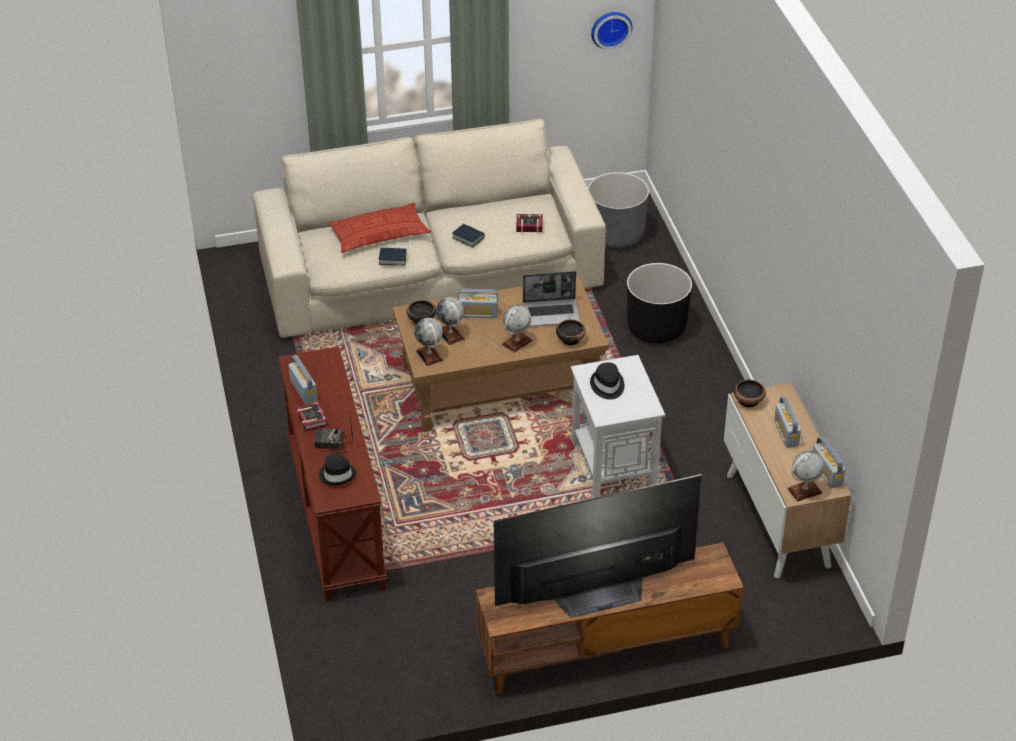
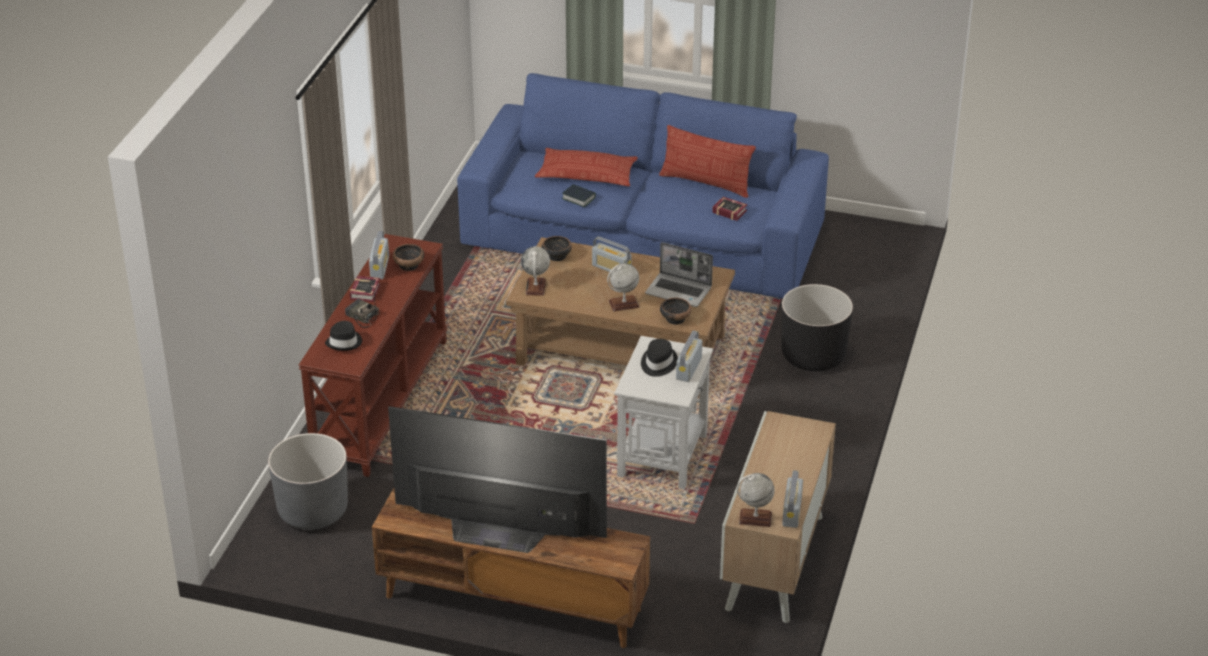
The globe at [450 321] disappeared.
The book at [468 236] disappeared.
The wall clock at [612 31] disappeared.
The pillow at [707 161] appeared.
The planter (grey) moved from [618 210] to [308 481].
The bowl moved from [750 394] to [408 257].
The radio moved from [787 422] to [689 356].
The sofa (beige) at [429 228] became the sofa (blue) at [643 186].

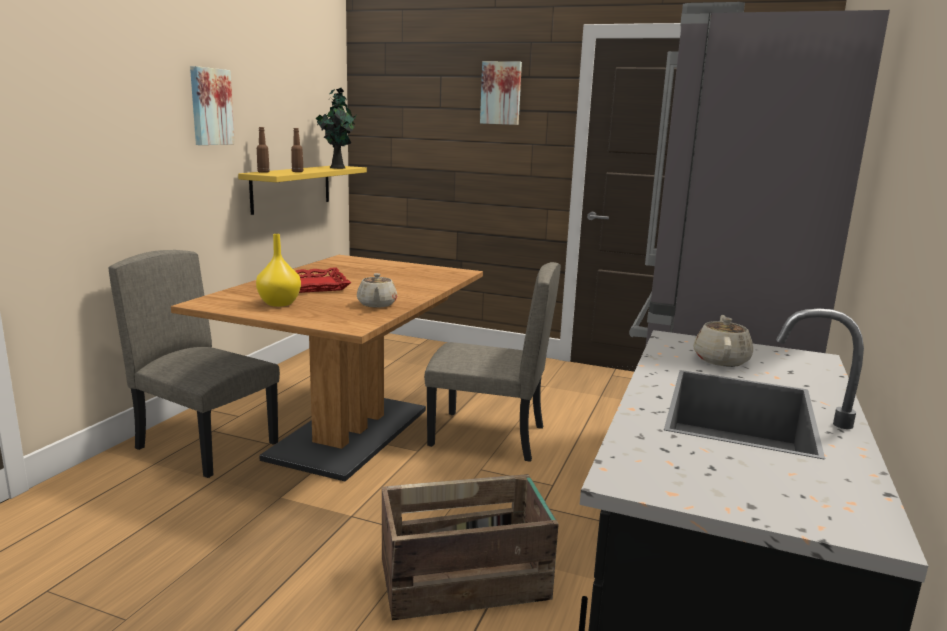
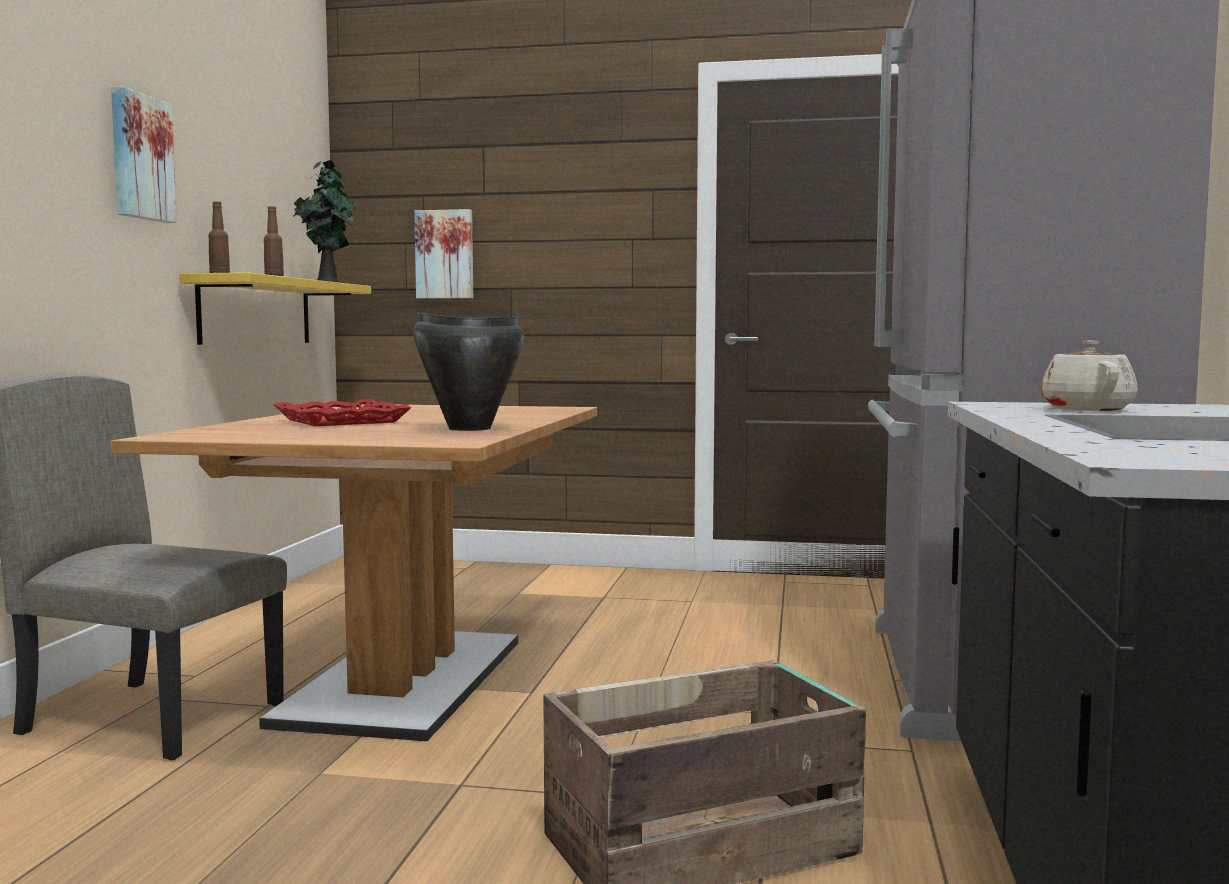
The vase (yellow) at [278 270] disappeared.
The chair (beige) at [492 362] disappeared.
The picture moved from [501 93] to [443 254].
The teapot (beige) at [377 290] was replaced by the cooking pot (black) at [468 371].

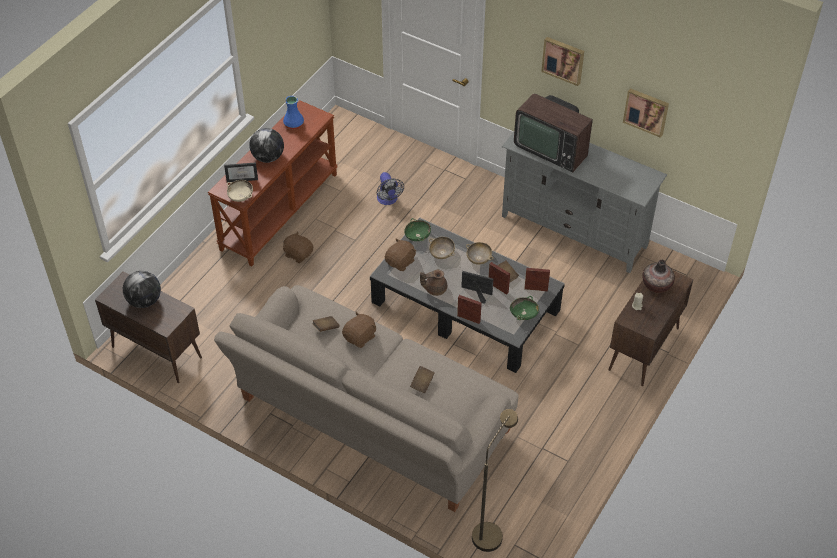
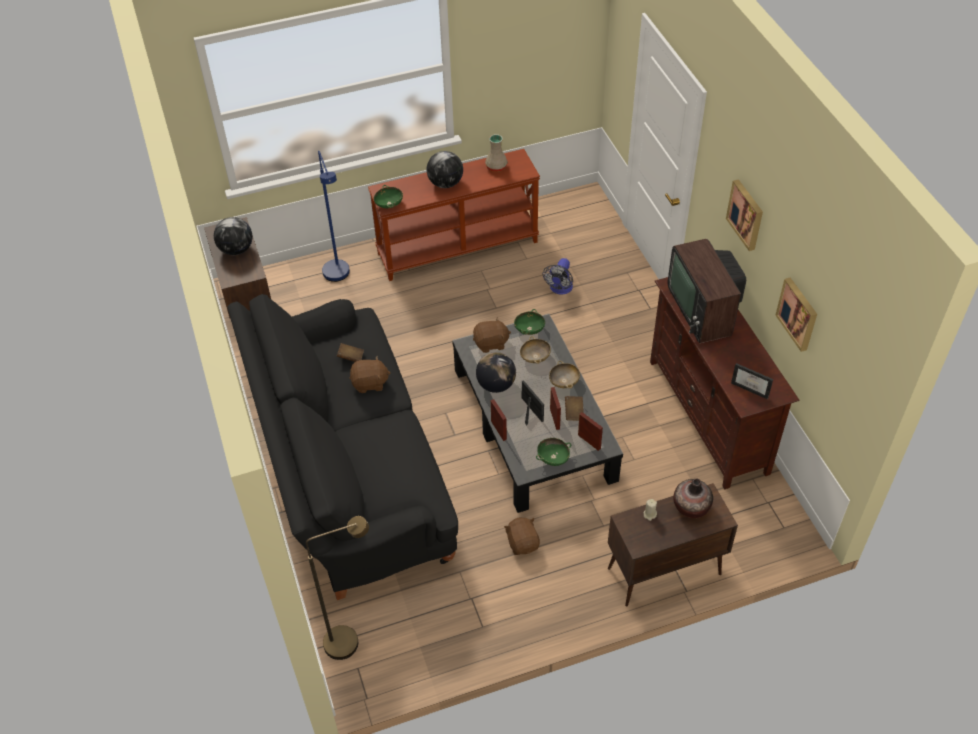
The book (brown) at [422 379] disappeared.
The floor lamp (blue) at [334 216] appeared.
The picture frame moved from [241 172] to [752 381].
The plush toy (brown) moved from [298 247] to [522 536].
The teapot (brown) at [433 282] was replaced by the globe at [496 372].
The sofa (beige) at [366 398] became the sofa (black) at [342 447].
The bowl (beige) at [240 191] became the bowl (green) at [388 196].
The vase (blue) at [293 113] became the vase (beige) at [496 153].
The tv stand (grey) at [584 202] became the tv stand (brown) at [725 383].

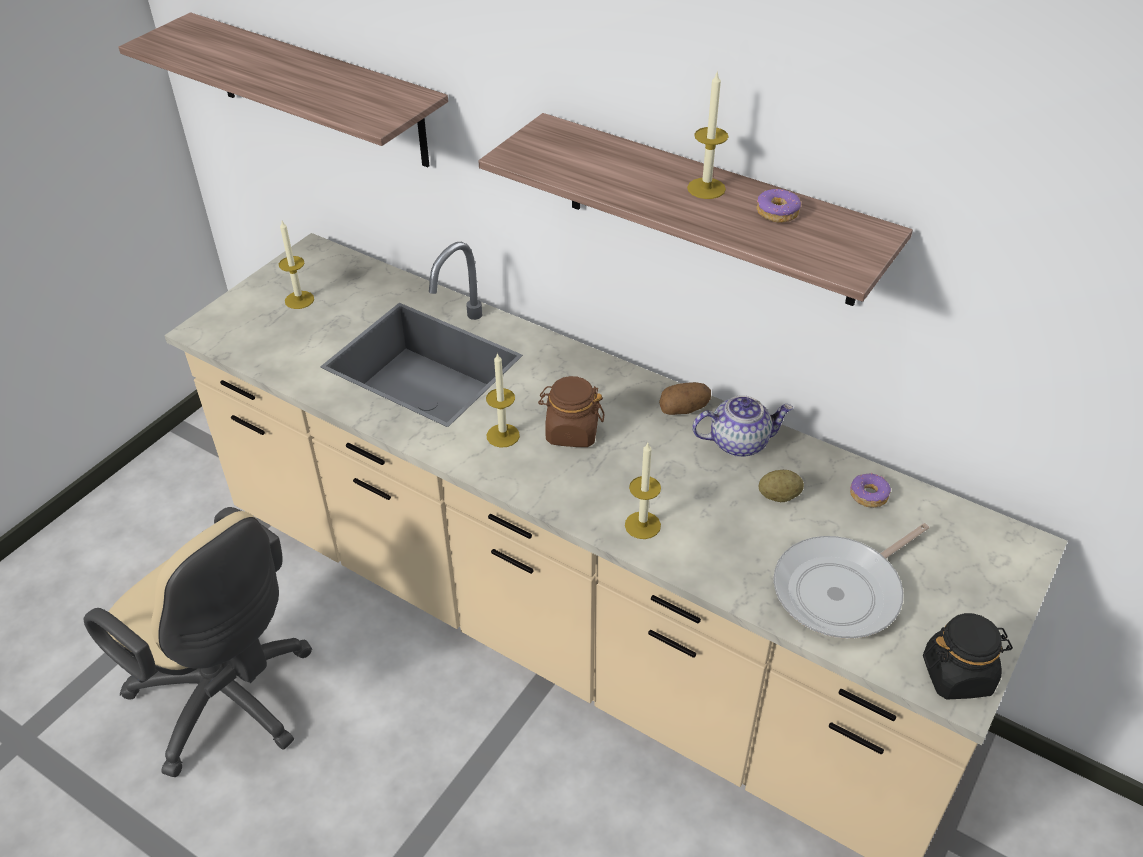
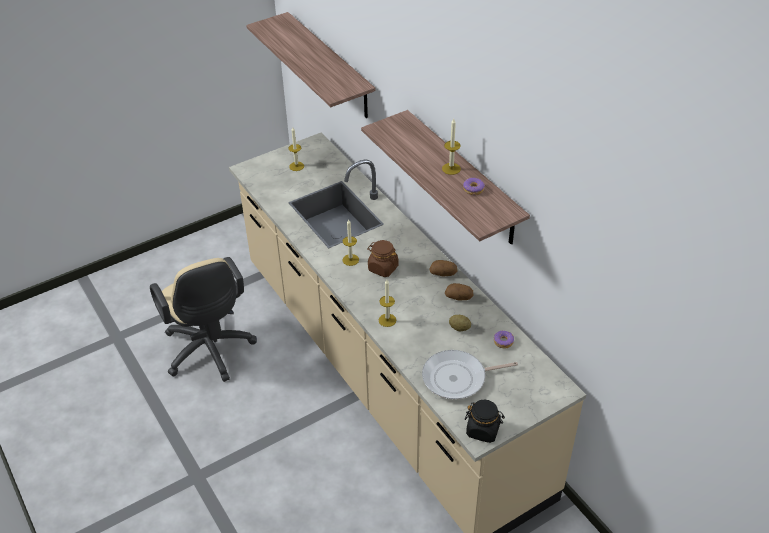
The teapot at [743 426] was replaced by the potato at [459 291].

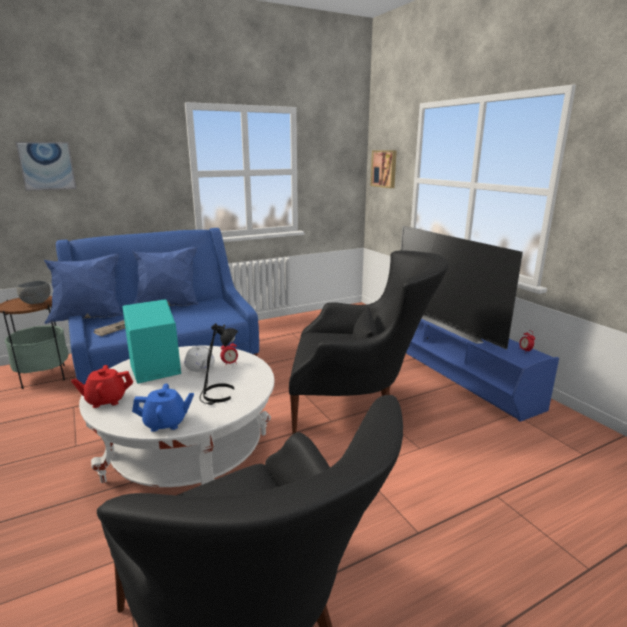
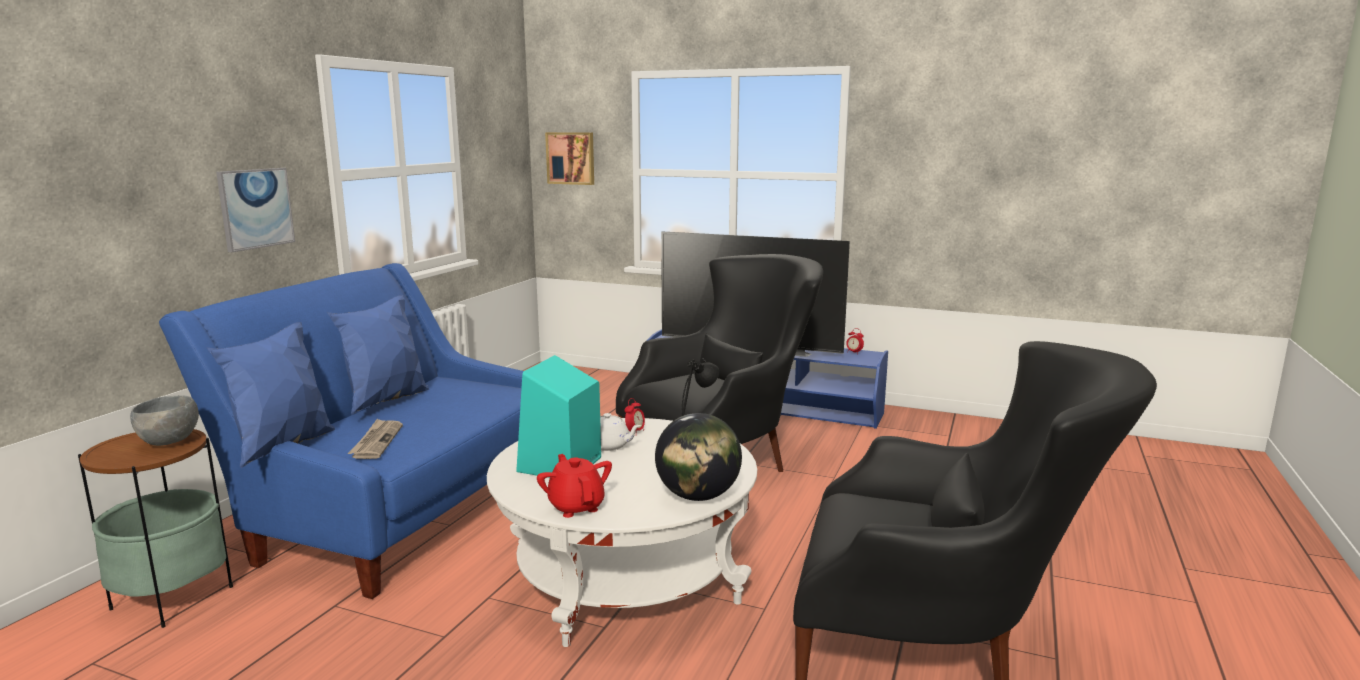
The picture moved from [46 166] to [255 210].
The teapot (blue) at [163 408] was replaced by the globe at [698 457].
The teapot (red) at [102 386] turned 120 degrees clockwise.

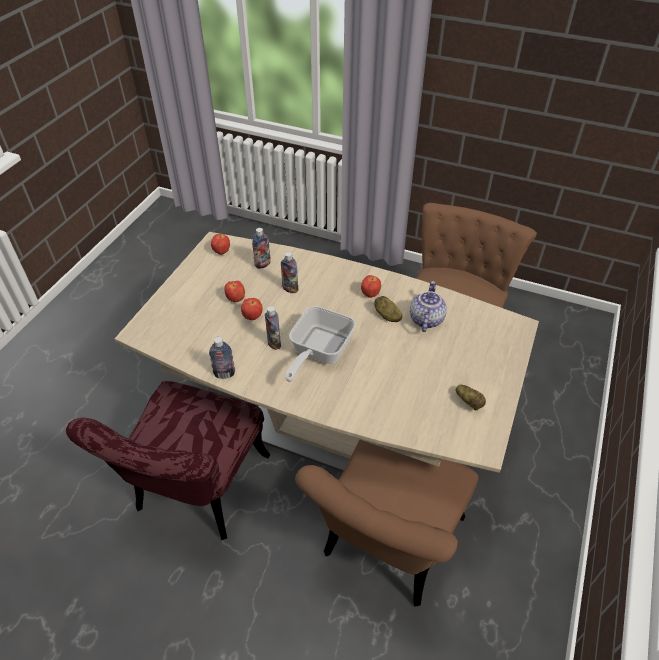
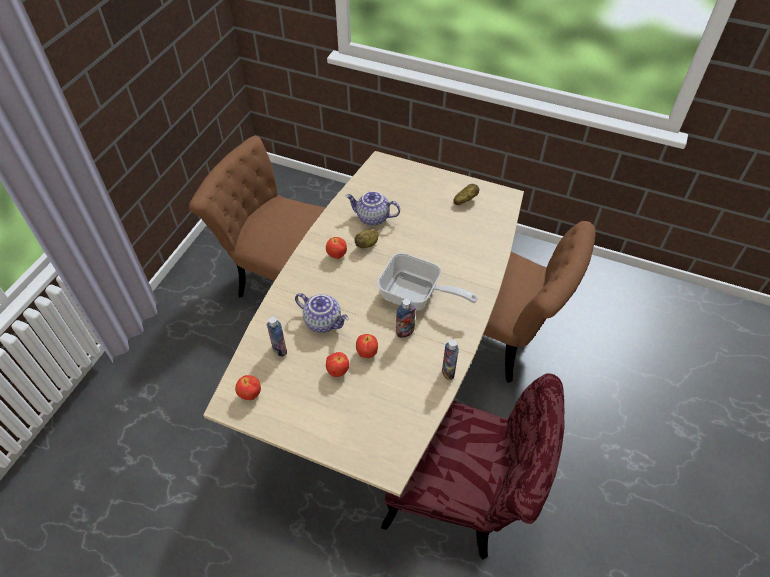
The bottle at [289 272] was replaced by the teapot at [322 313].

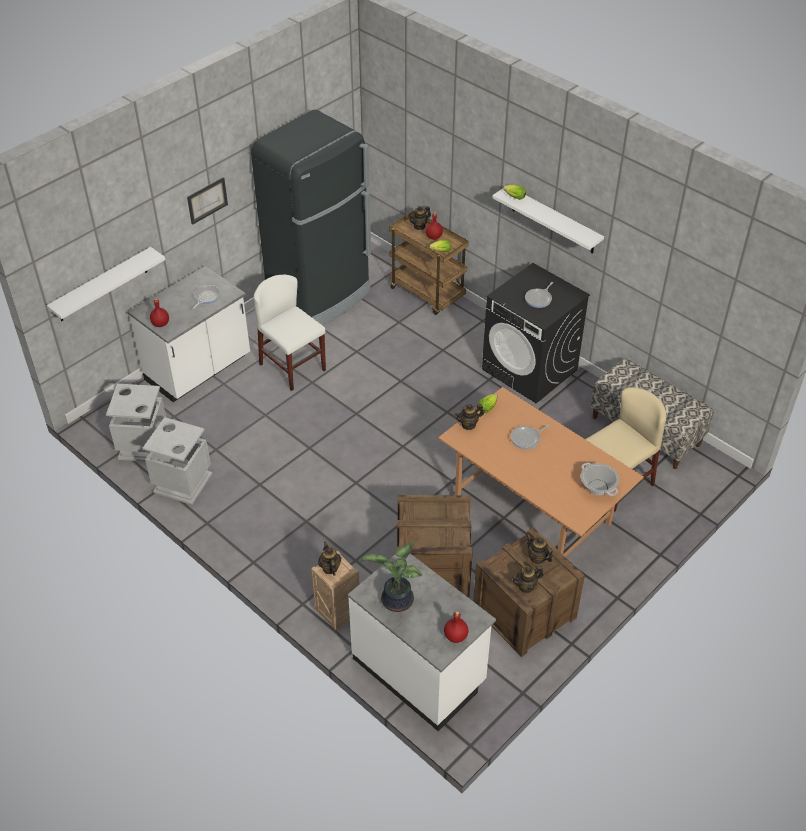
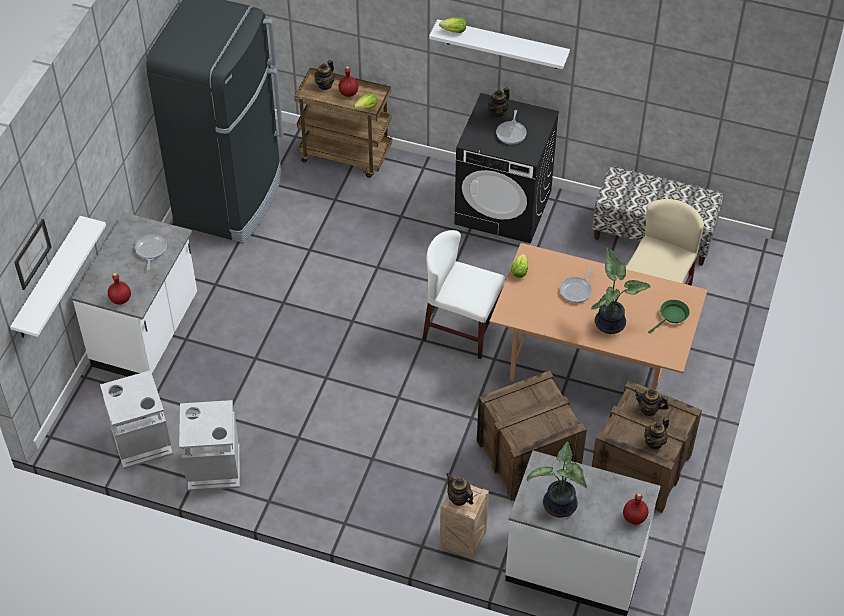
The potted plant at [620 290] appeared.
The picture moved from [207 201] to [32 254].
The chair (white) moved from [290 333] to [463 294].
The teapot moved from [469 417] to [499 102].
The cooking pot at [600 479] was replaced by the frying pan (green) at [669 317].

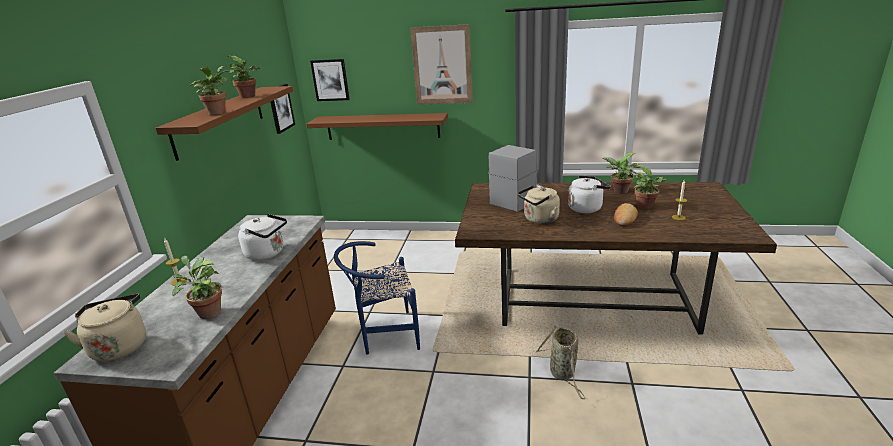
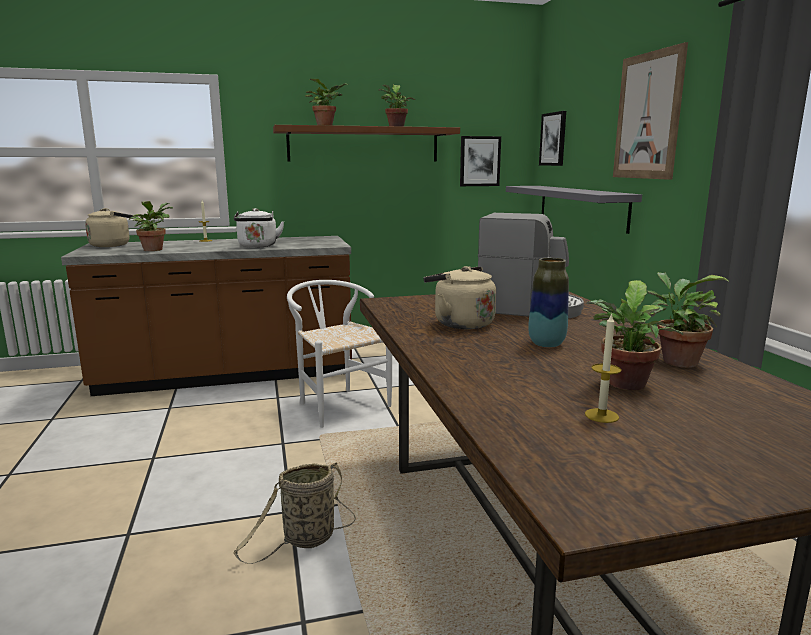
The bread at [626 214] disappeared.
The kettle (white) at [589 194] was replaced by the vase at [548 303].
The shelf (brown) at [377 126] became the shelf (grey) at [574 210].
The chair (blue) at [377 297] became the chair (white) at [339 354].

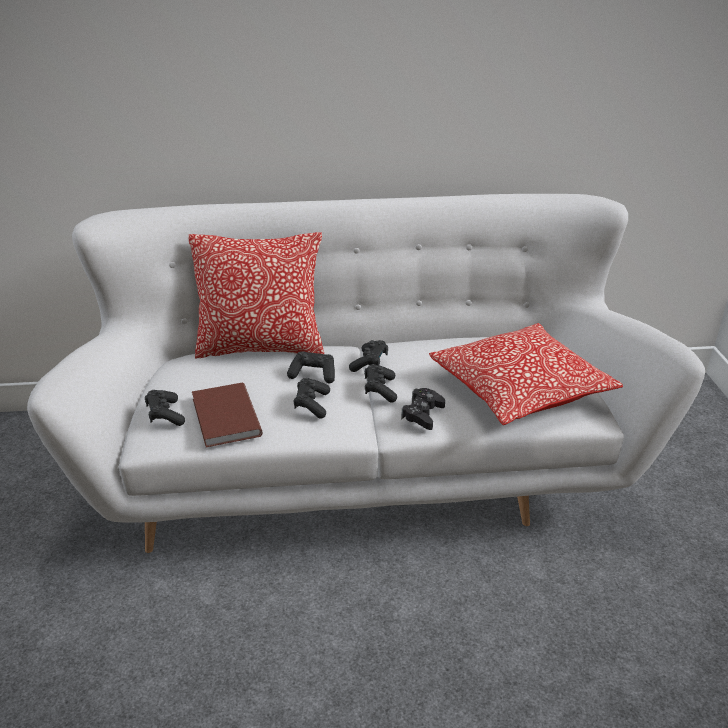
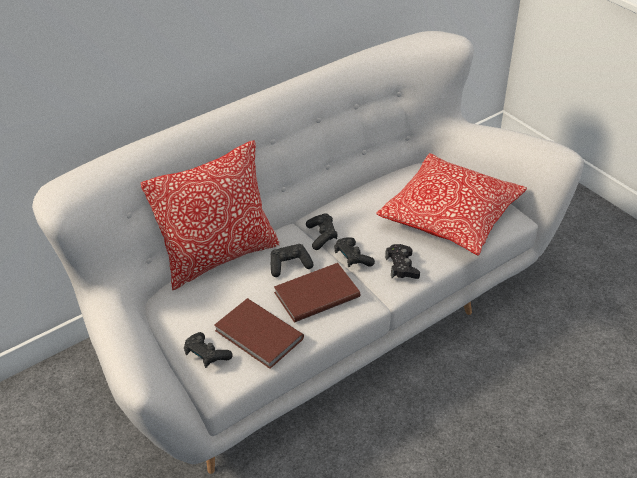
The game controller (black) at [312 398] was replaced by the book (brown) at [317 293].

